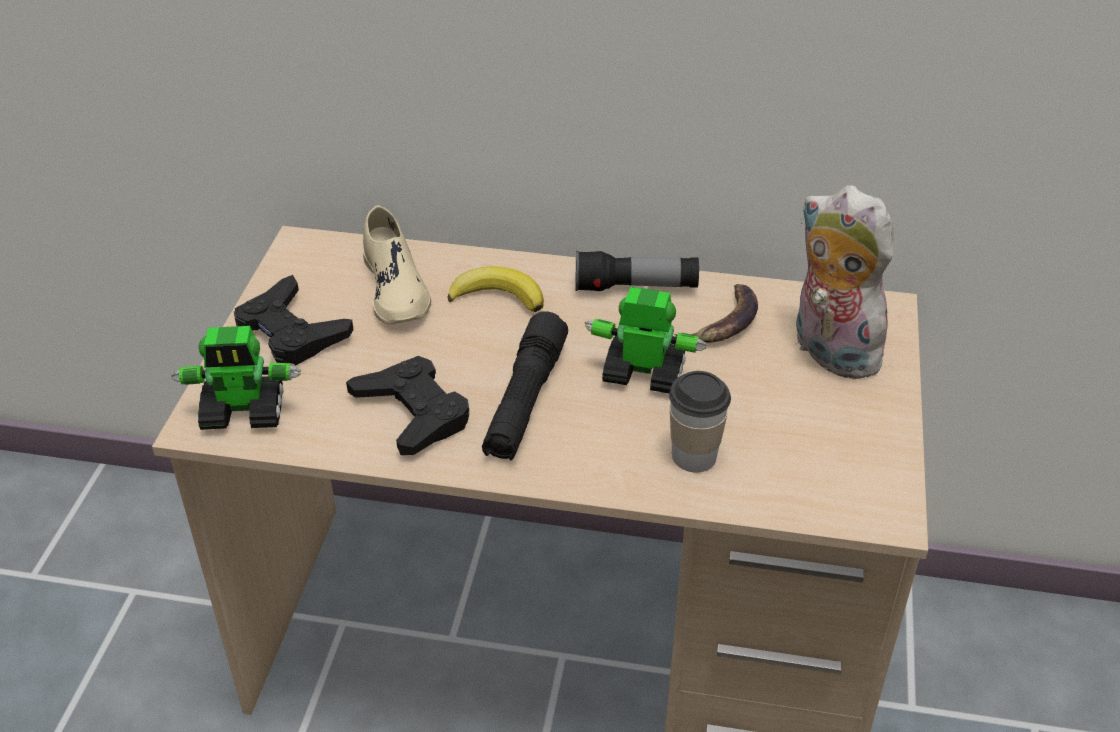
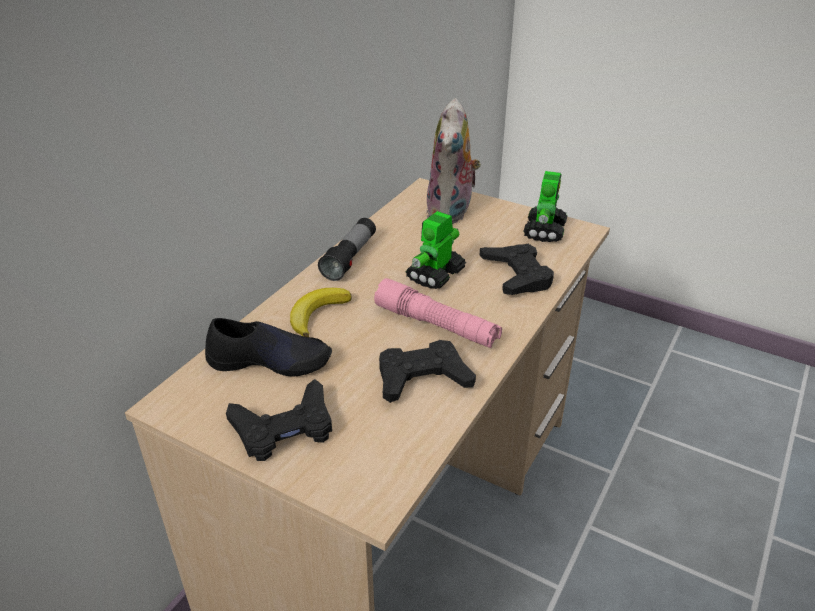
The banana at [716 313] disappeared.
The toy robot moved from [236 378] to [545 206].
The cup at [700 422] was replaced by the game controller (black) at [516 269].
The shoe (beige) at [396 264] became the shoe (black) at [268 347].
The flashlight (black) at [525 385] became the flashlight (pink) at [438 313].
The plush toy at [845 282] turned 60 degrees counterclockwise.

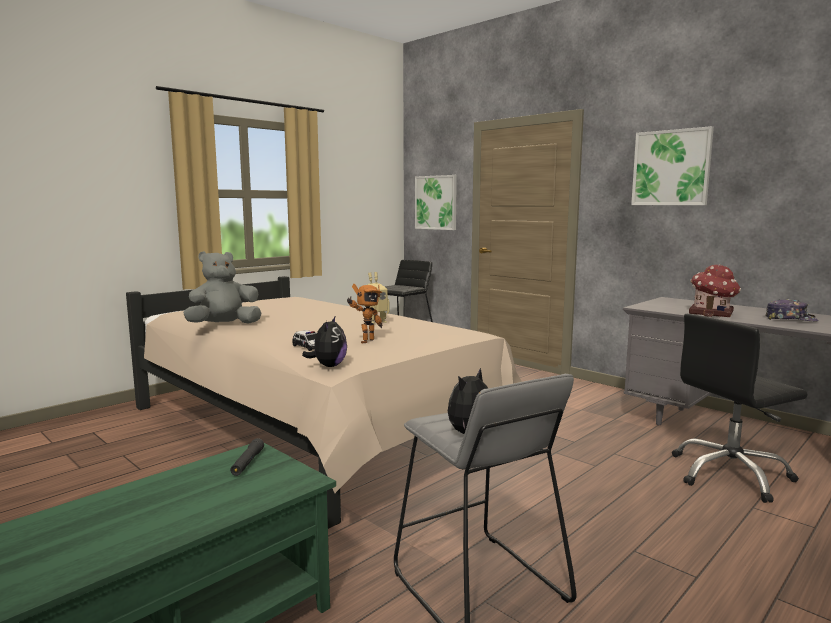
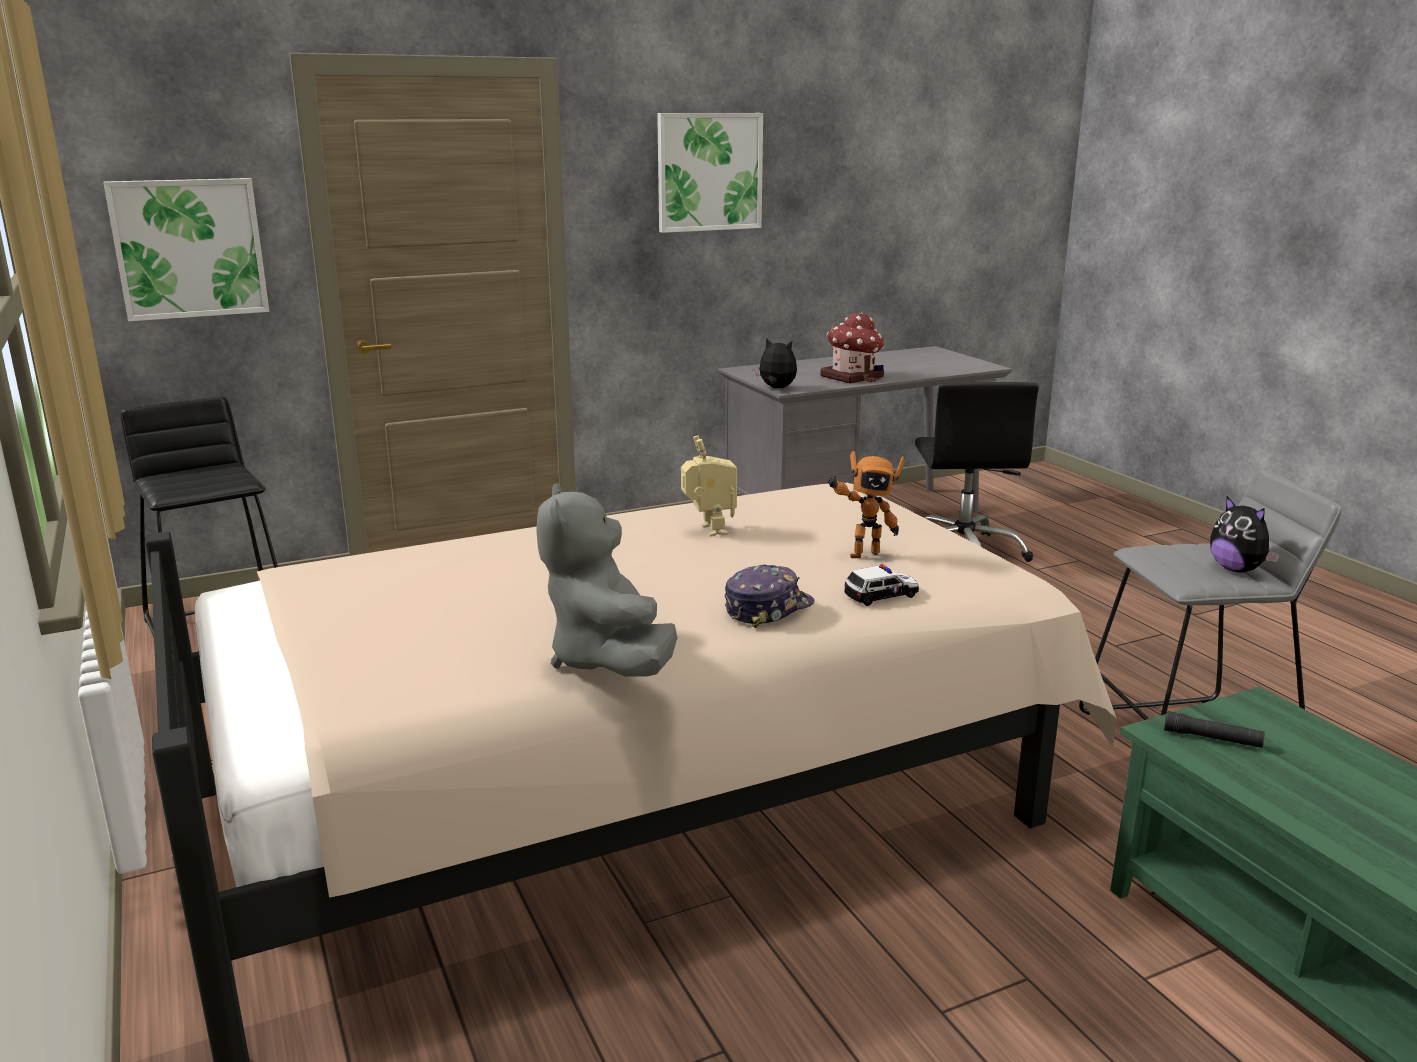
The plush toy moved from [324 341] to [775 362].
The cap moved from [792 310] to [770 596].
The toy robot at [365 314] turned 105 degrees clockwise.

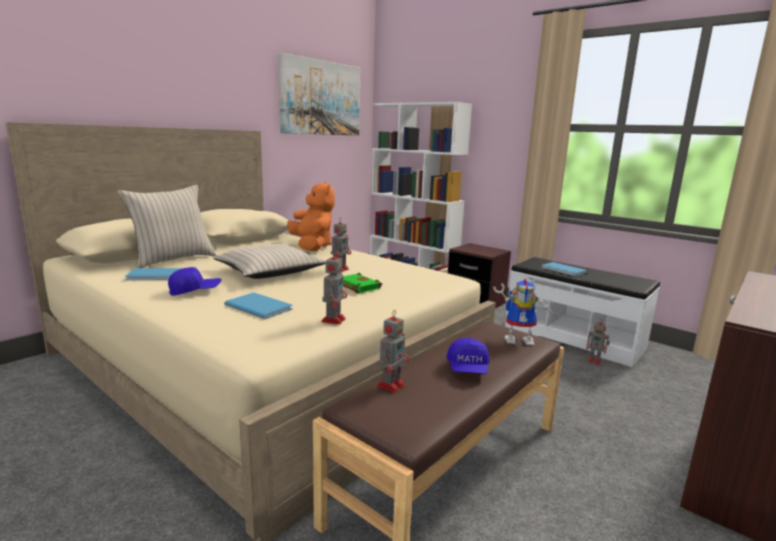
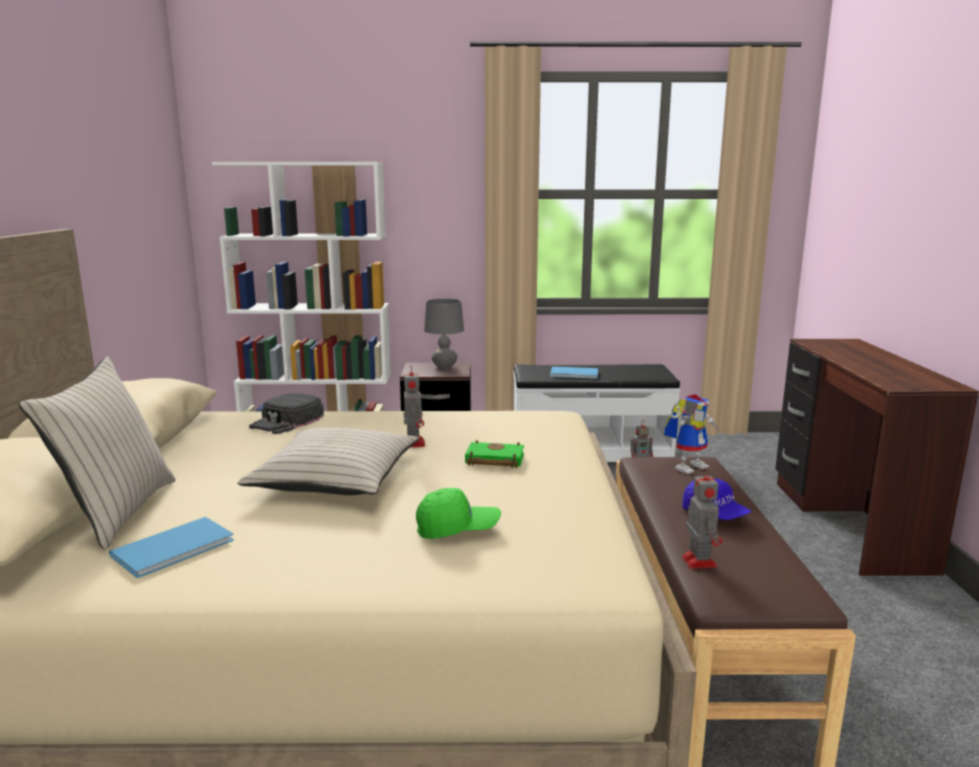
The cap (blue) at [194 281] disappeared.
The picture at [319 94] disappeared.
The toy robot at [334 287] disappeared.
The table lamp (grey) at [444 333] appeared.
The book (blue) at [258 306] was replaced by the cap (green) at [458 513].
The plush toy (orange) at [311 216] was replaced by the cap (black) at [286 413].

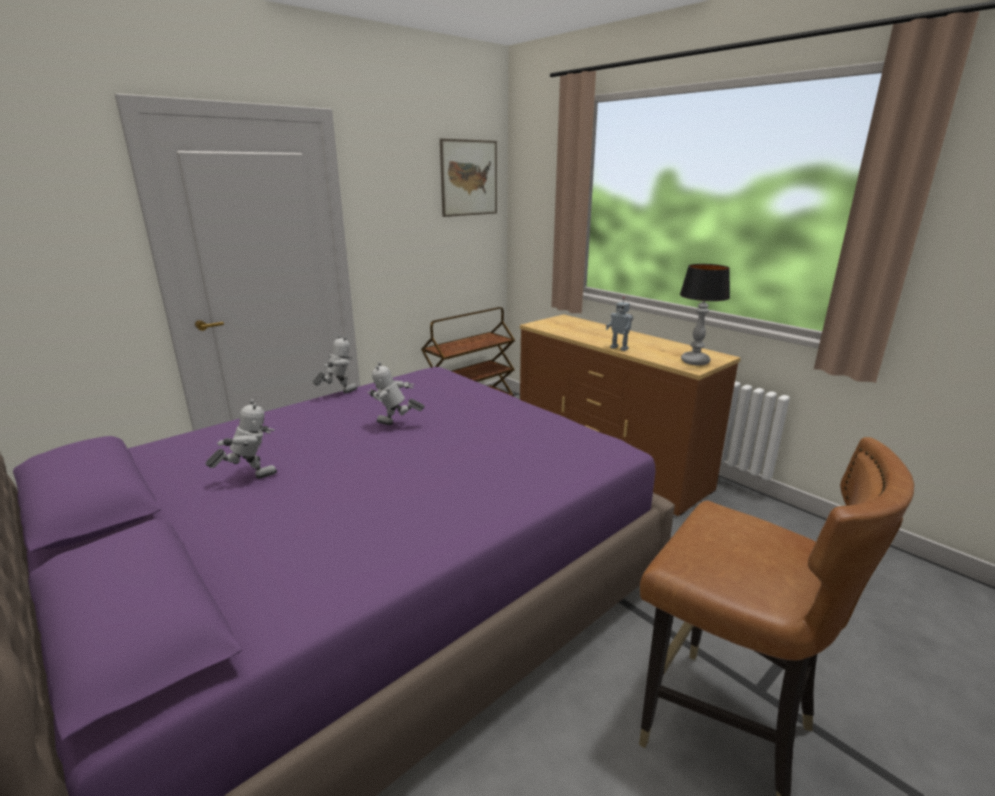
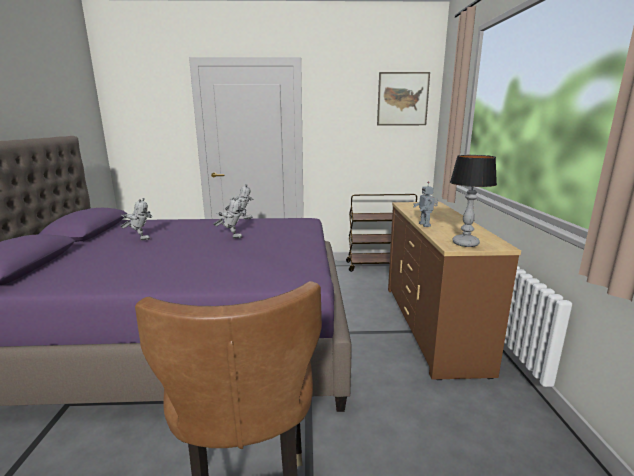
The toy robot at [396 393] turned 150 degrees clockwise.

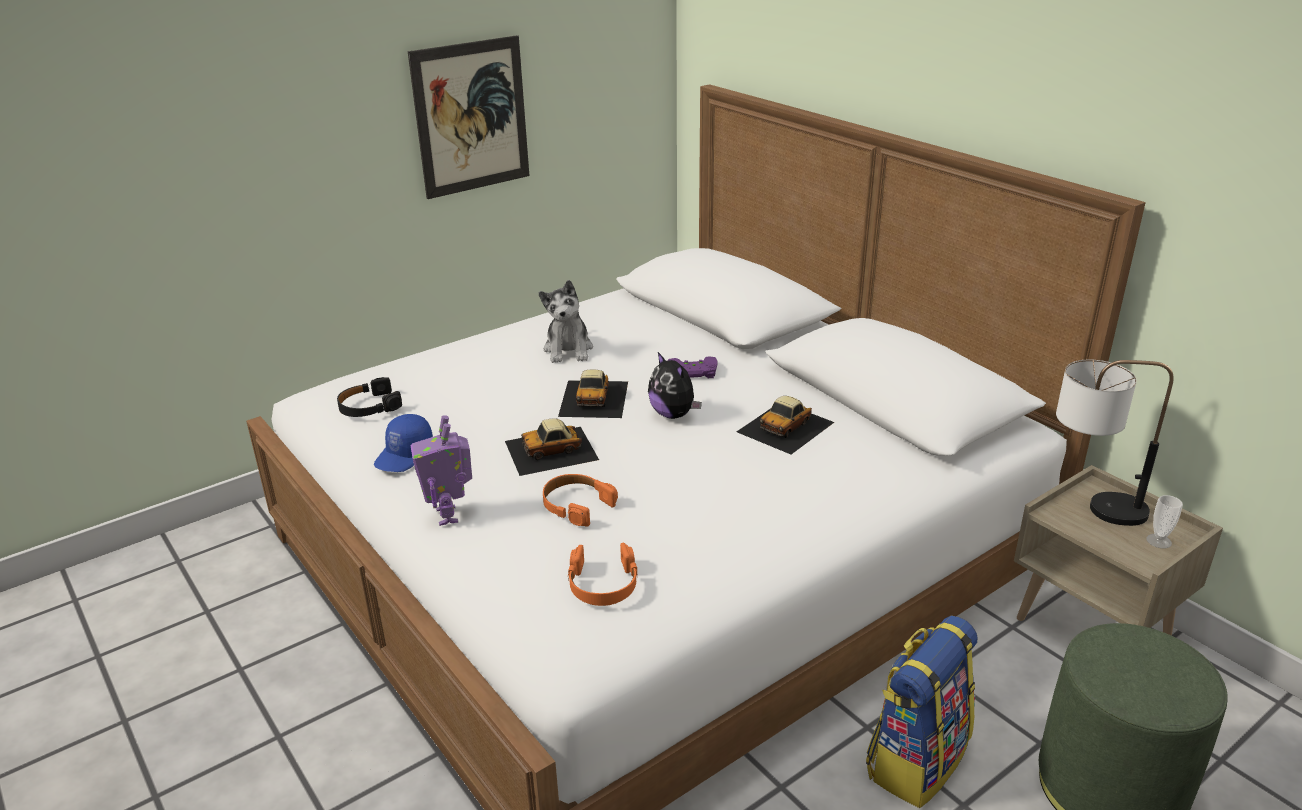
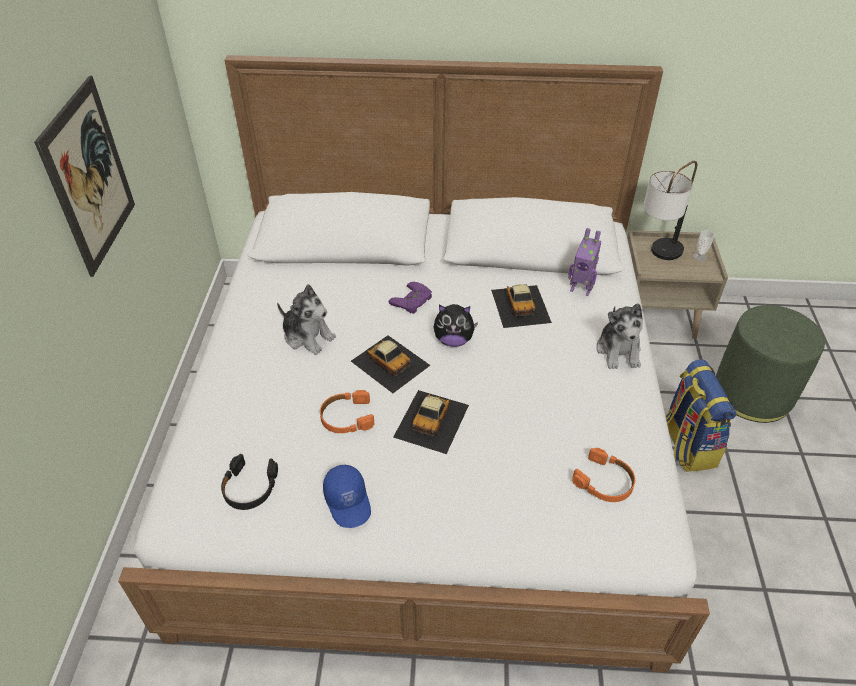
The plush toy at [619 336] appeared.
The toy robot moved from [441 470] to [584 262].
The headphones (orange) moved from [580 500] to [347 411].

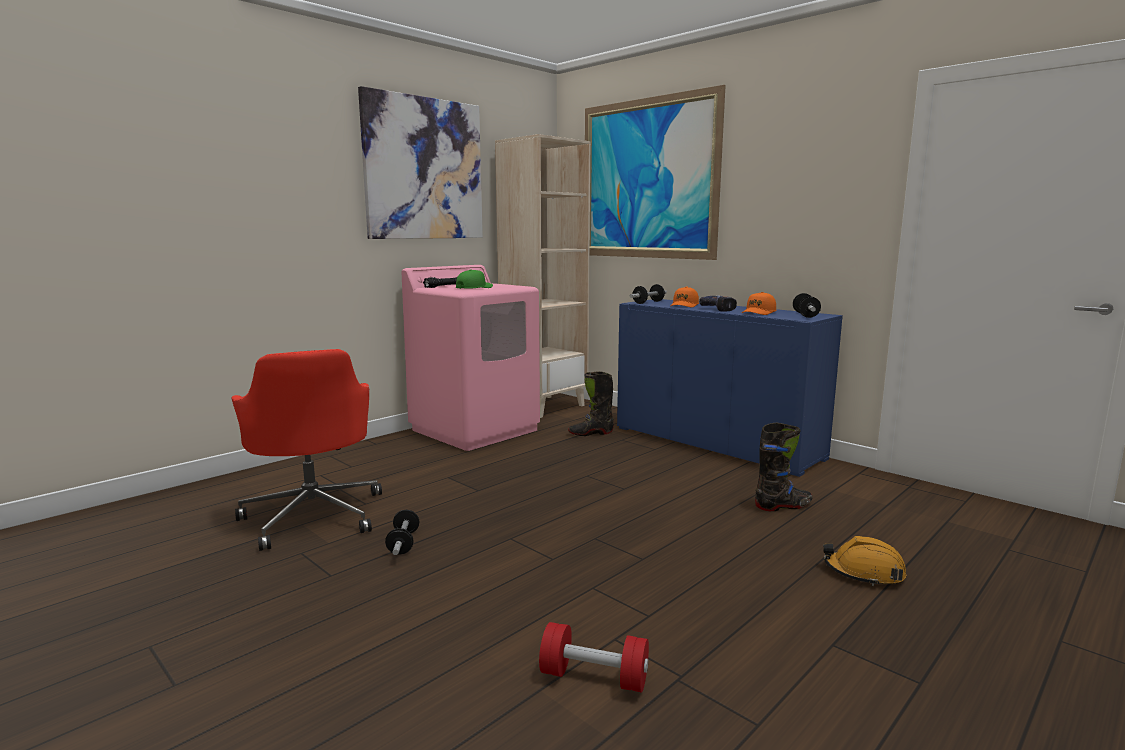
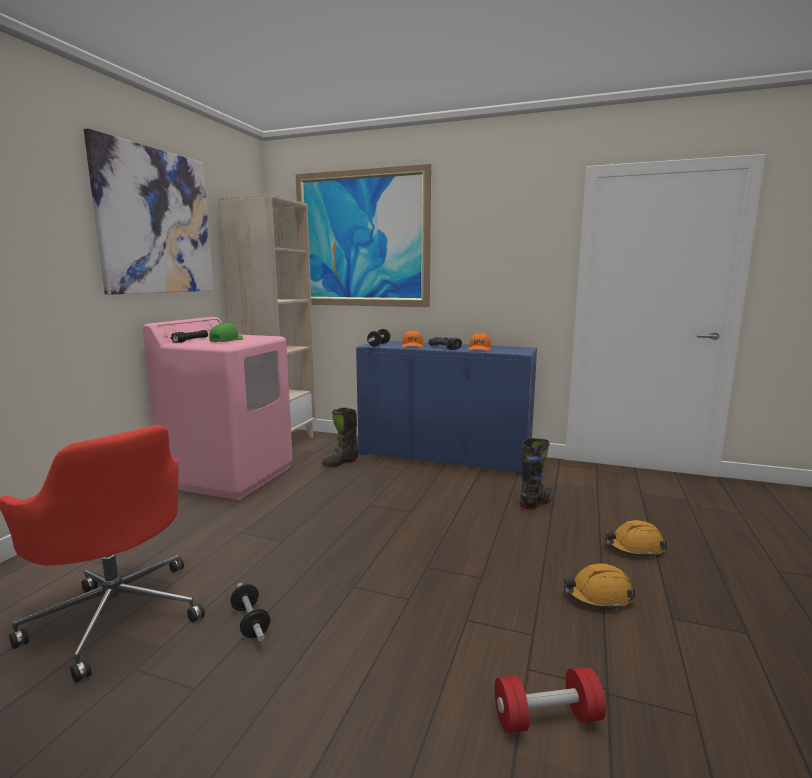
The dumbbell at [807 305] disappeared.
The hard hat (orange) at [599 587] appeared.

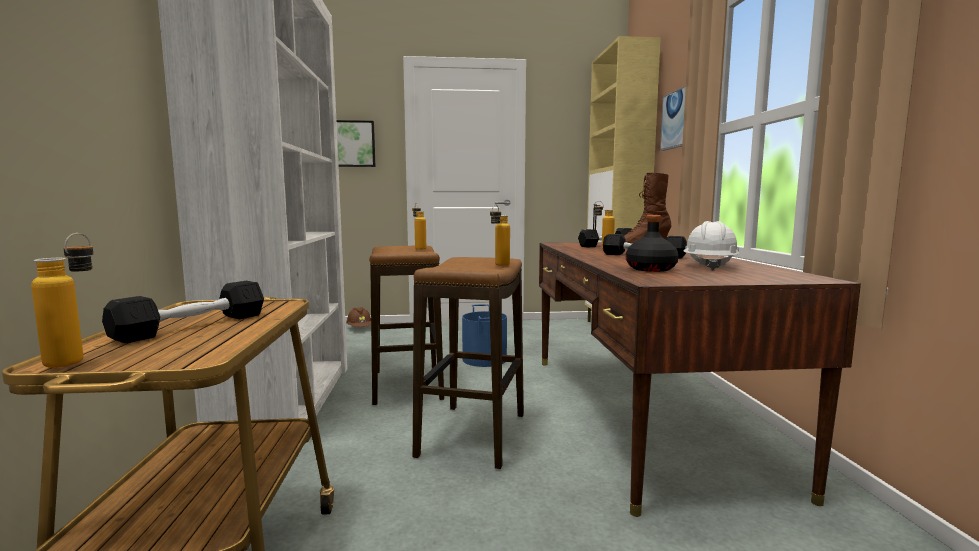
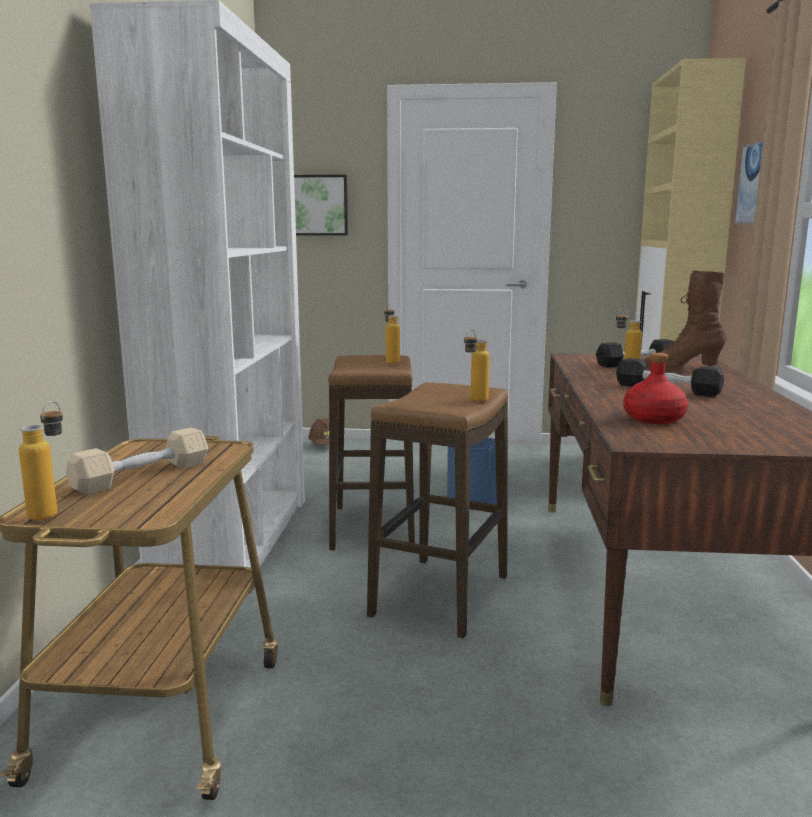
The hard hat (white) at [712 245] disappeared.
The dumbbell (black) at [183 312] became the dumbbell (beige) at [137 461].
The bottle (black) at [652 243] became the bottle (red) at [655 388].

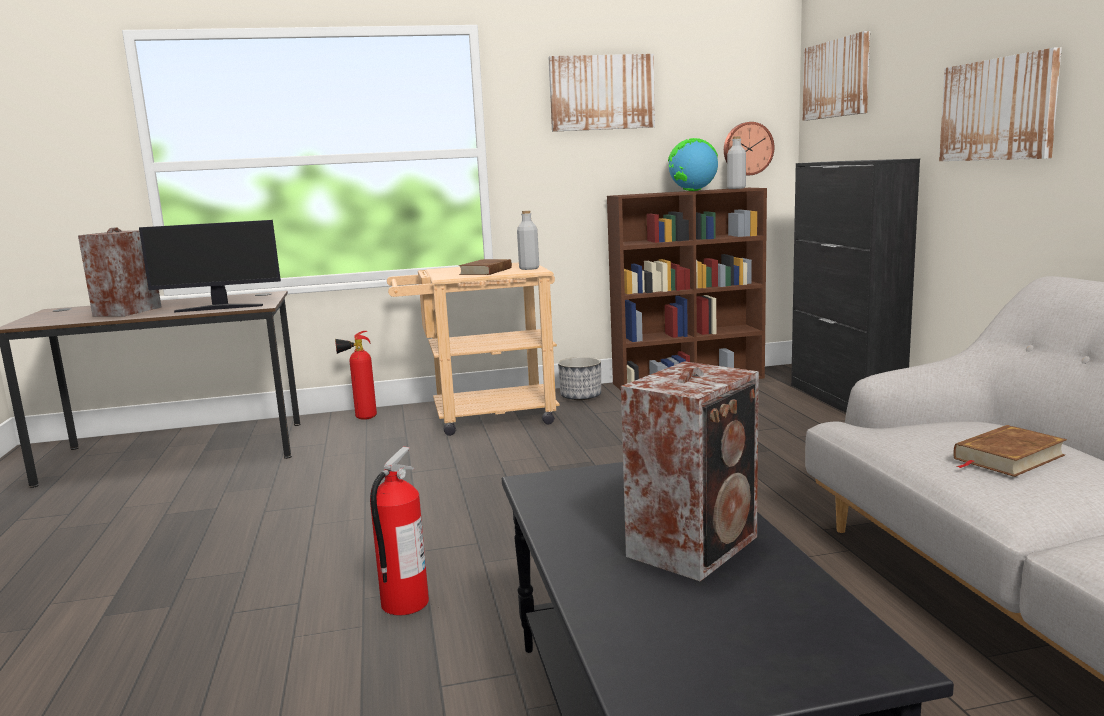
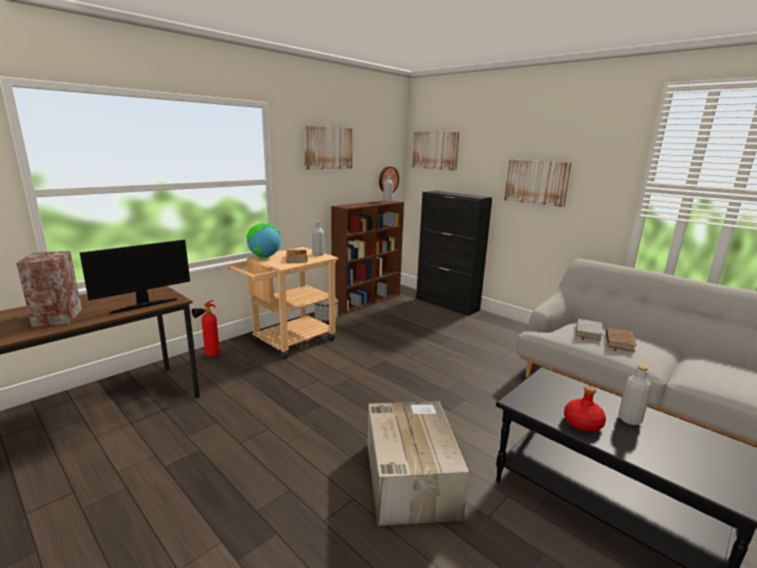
The bottle (red) at [585 409] appeared.
The book (grey) at [589 330] appeared.
The globe moved from [693 164] to [263 240].
The fire extinguisher at [399 531] was replaced by the cardboard box at [418 463].
The speaker at [690 471] was replaced by the bottle (grey) at [634 394].

